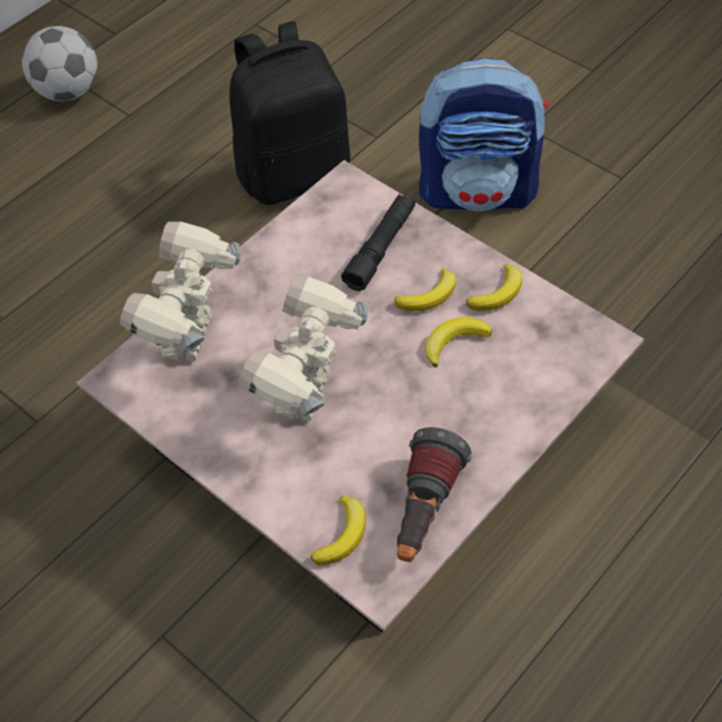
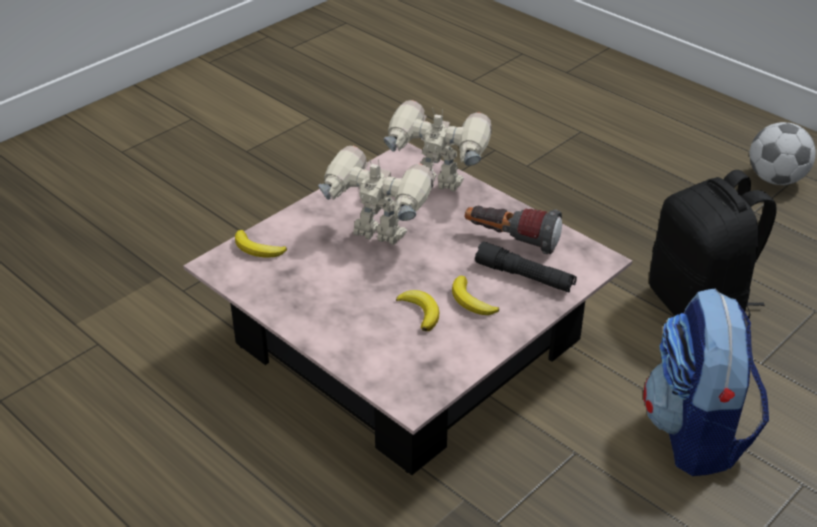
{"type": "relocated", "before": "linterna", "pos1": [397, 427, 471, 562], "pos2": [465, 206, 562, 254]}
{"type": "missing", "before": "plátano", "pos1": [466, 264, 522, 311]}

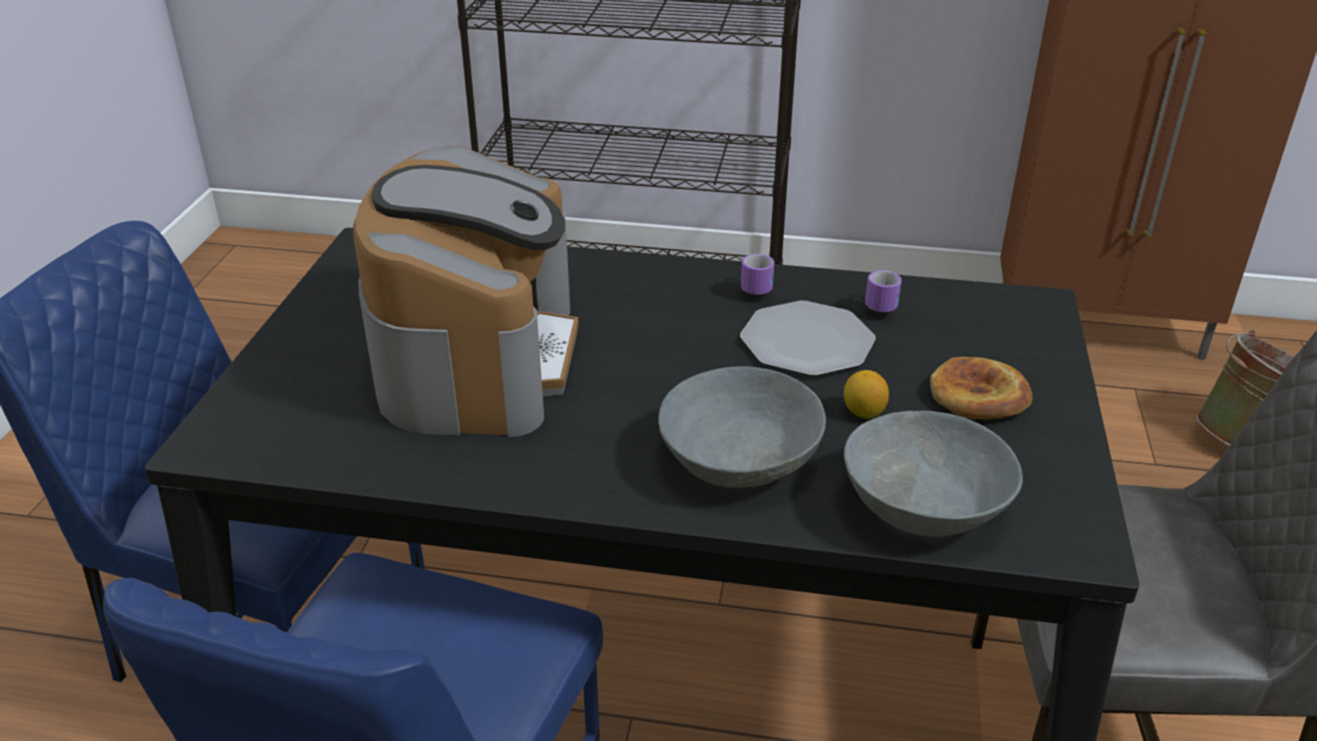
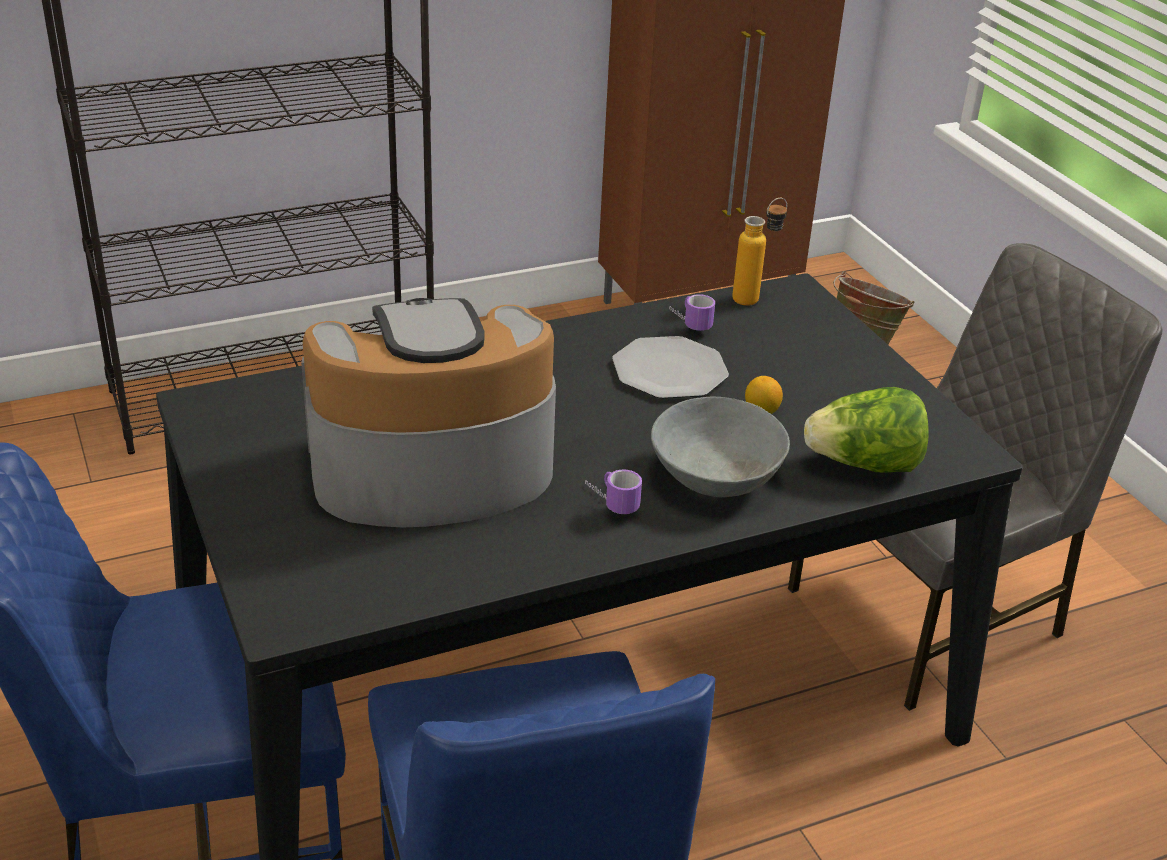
{"type": "spun", "before": "cafetera", "pos1": [353, 146, 579, 437], "pos2": [301, 298, 556, 528], "turn": -75}
{"type": "relocated", "before": "taza grande", "pos1": [741, 254, 774, 295], "pos2": [585, 470, 642, 514]}
{"type": "appeared", "after": "botella", "pos2": [732, 198, 787, 306]}
{"type": "exchanged", "before": "cuenco (gris)", "after": "lechuga", "pos1": [844, 411, 1023, 537], "pos2": [804, 387, 928, 473]}
{"type": "missing", "before": "pan", "pos1": [930, 357, 1033, 419]}

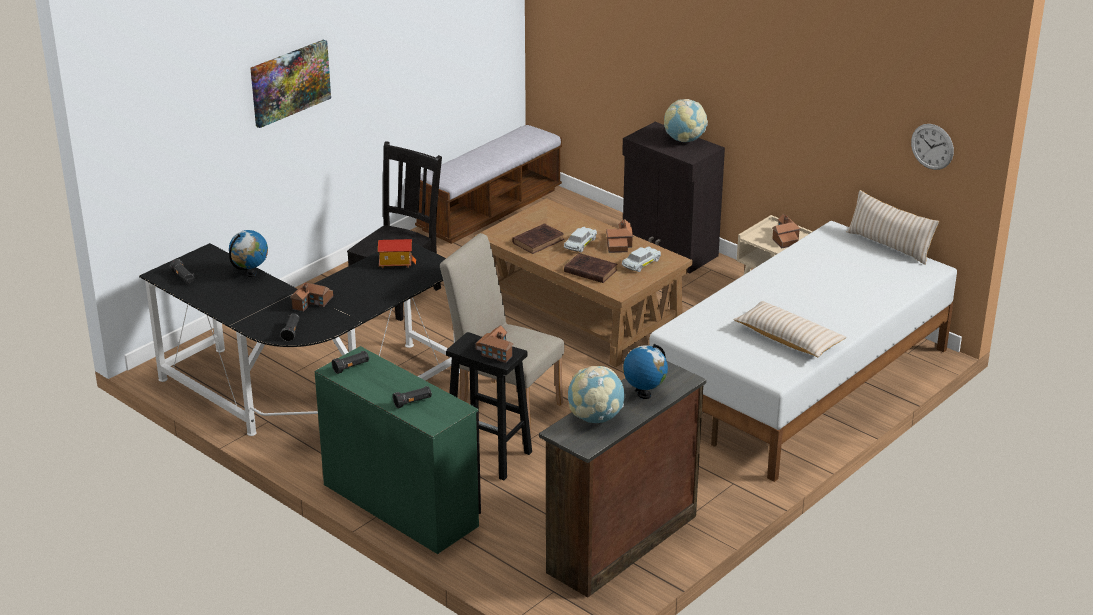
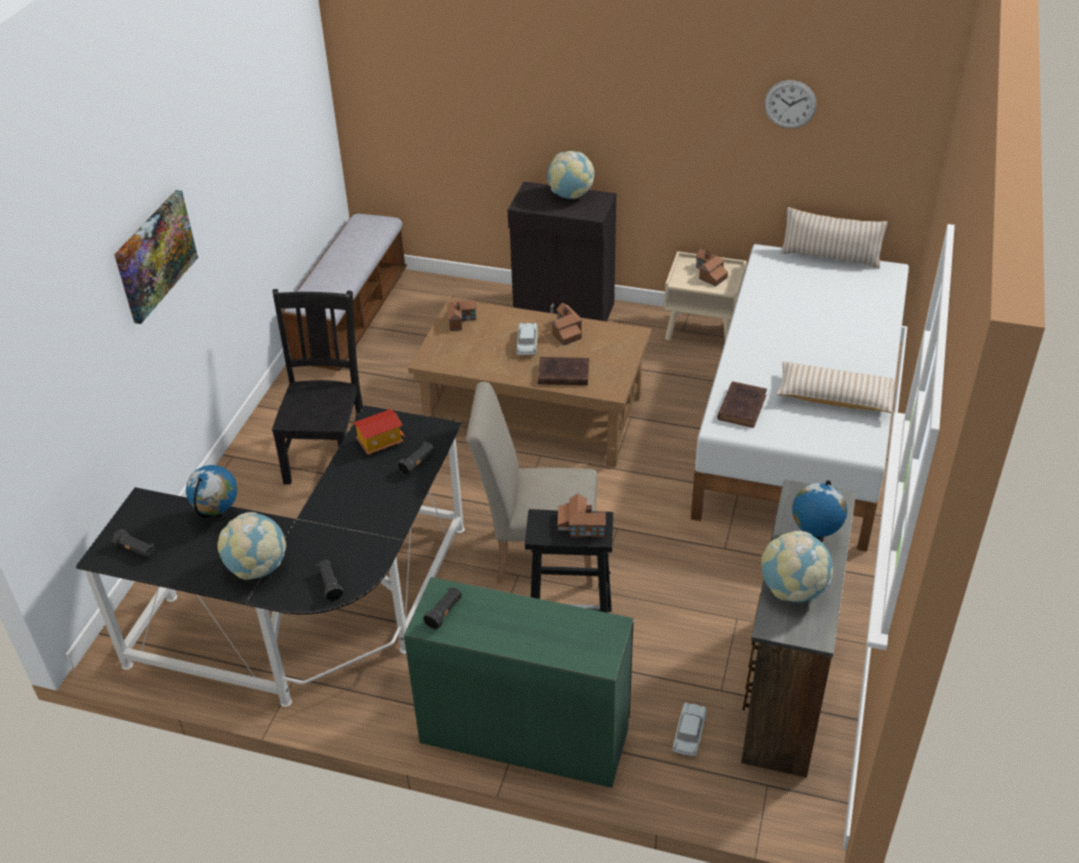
{"type": "appeared", "after": "globo terráqueo", "pos2": [217, 512, 286, 580]}
{"type": "relocated", "before": "linterna (negro)", "pos1": [393, 386, 432, 408], "pos2": [397, 442, 434, 476]}
{"type": "relocated", "before": "casita", "pos1": [290, 283, 333, 312], "pos2": [447, 300, 476, 331]}
{"type": "relocated", "before": "coche de juguete (blanco)", "pos1": [622, 246, 661, 272], "pos2": [673, 702, 706, 757]}
{"type": "relocated", "before": "libro (marrón)", "pos1": [512, 223, 564, 254], "pos2": [717, 381, 767, 428]}
{"type": "relocated", "before": "reloj de pared", "pos1": [911, 124, 954, 170], "pos2": [764, 80, 817, 128]}

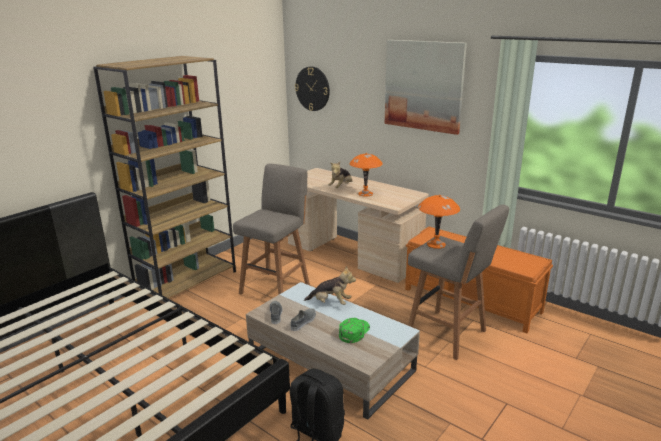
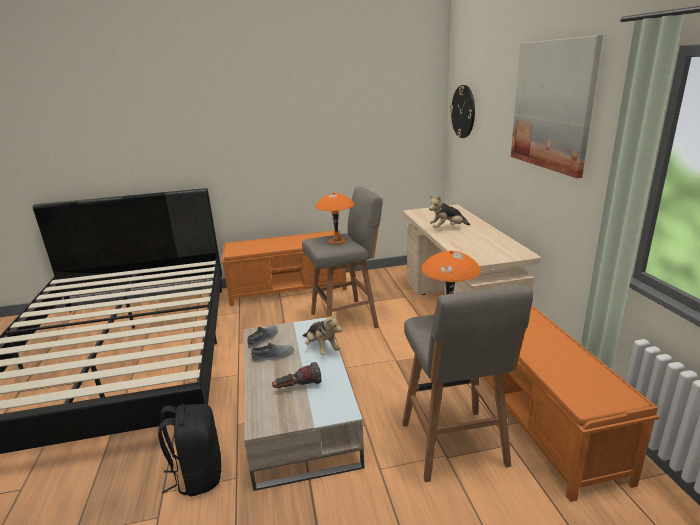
{"type": "exchanged", "before": "estantería (marrón)", "after": "banco (naranja)", "pos1": [93, 56, 236, 298], "pos2": [221, 230, 347, 306]}
{"type": "exchanged", "before": "gorra (verde)", "after": "linterna", "pos1": [339, 318, 370, 343], "pos2": [272, 362, 321, 388]}
{"type": "relocated", "before": "lámpara de mesa (naranja)", "pos1": [350, 153, 383, 197], "pos2": [315, 192, 354, 244]}

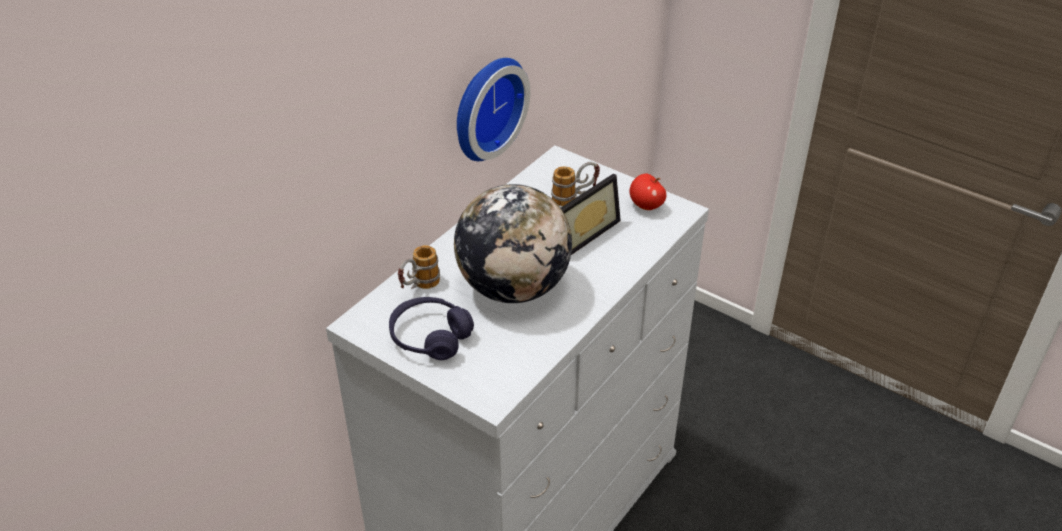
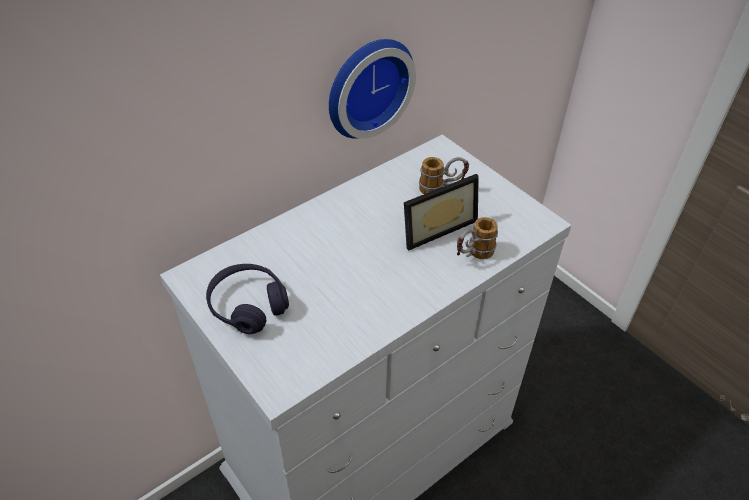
{"type": "relocated", "before": "taza grande", "pos1": [398, 245, 440, 289], "pos2": [457, 217, 498, 259]}
{"type": "missing", "before": "globo terráqueo", "pos1": [454, 184, 572, 303]}
{"type": "missing", "before": "manzana", "pos1": [630, 173, 667, 210]}

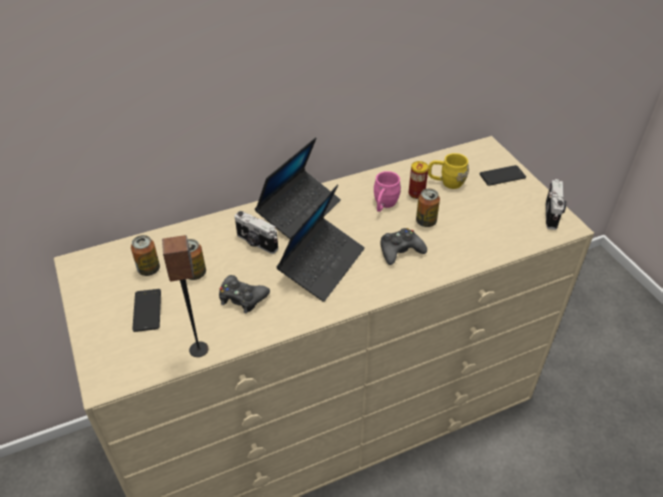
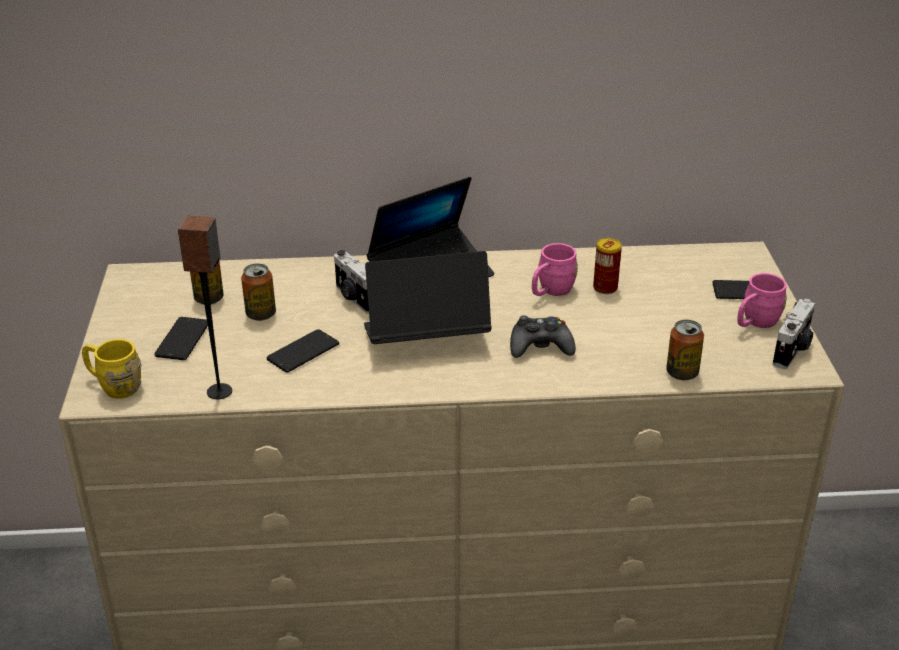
{"type": "relocated", "before": "taza grande (amarillo)", "pos1": [428, 153, 469, 189], "pos2": [82, 339, 141, 399]}
{"type": "exchanged", "before": "mando de consola (negro)", "after": "móvil", "pos1": [219, 275, 270, 313], "pos2": [267, 329, 339, 373]}
{"type": "spun", "before": "portátil", "pos1": [276, 184, 365, 302], "pos2": [364, 251, 491, 344], "turn": -150}
{"type": "relocated", "before": "lata", "pos1": [416, 189, 440, 227], "pos2": [666, 320, 704, 380]}
{"type": "appeared", "after": "taza grande (rosa)", "pos2": [737, 273, 787, 328]}

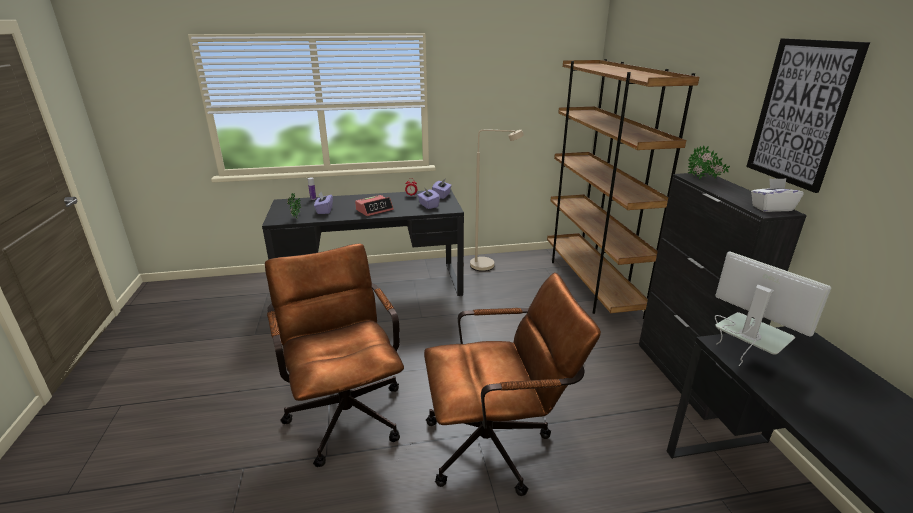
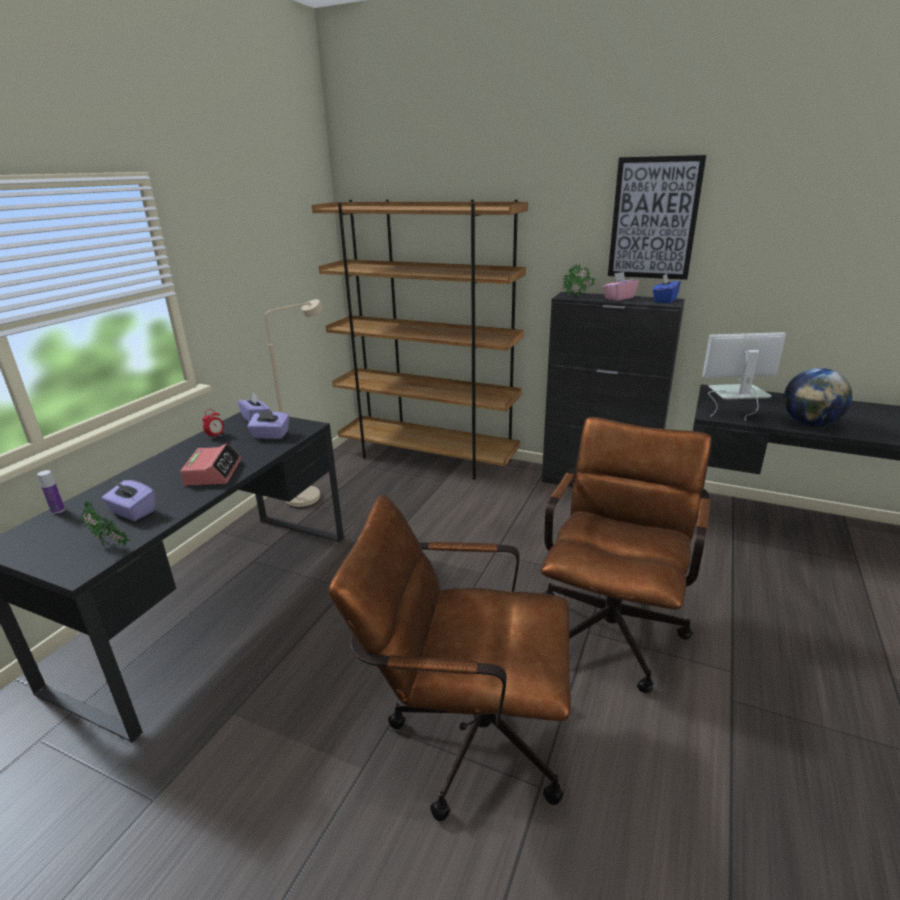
{"type": "appeared", "after": "caja de pañuelos (rosa)", "pos2": [603, 272, 639, 301]}
{"type": "colour", "before": "caja de pañuelos (blanco)", "after": "caja de pañuelos (azul)", "pos1": [751, 178, 804, 212], "pos2": [653, 274, 681, 304]}
{"type": "appeared", "after": "globo terráqueo", "pos2": [784, 368, 853, 427]}

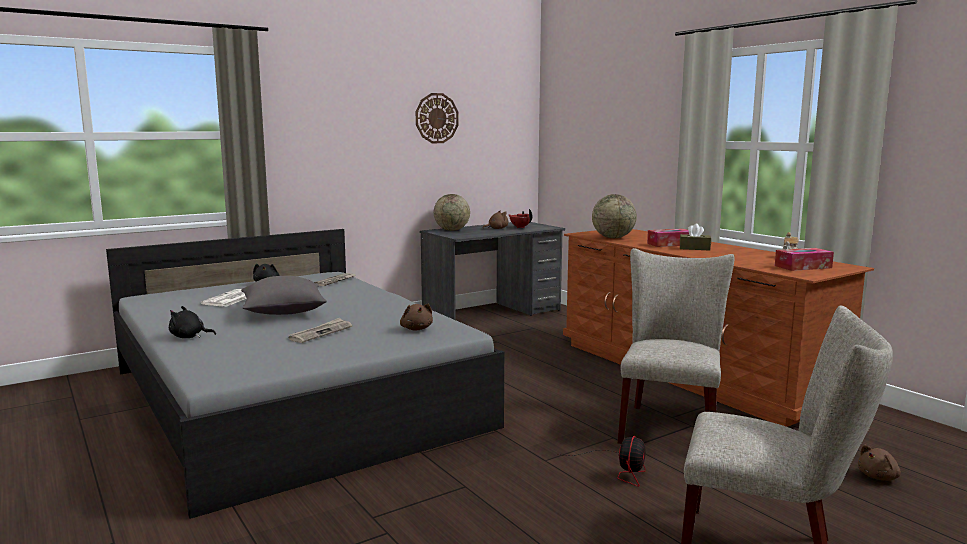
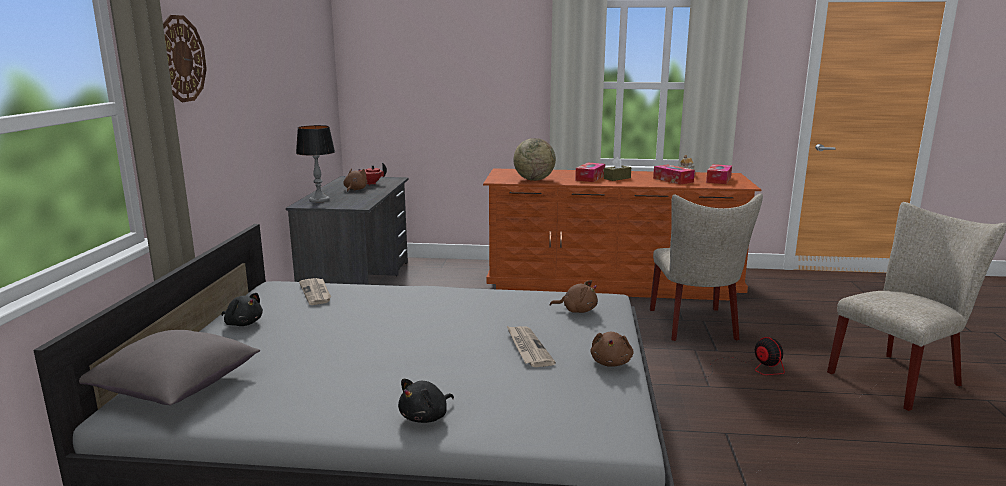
{"type": "relocated", "before": "cojín (gris)", "pos1": [241, 276, 327, 315], "pos2": [79, 330, 260, 405]}
{"type": "relocated", "before": "reloj de pared", "pos1": [416, 93, 458, 143], "pos2": [163, 15, 207, 102]}
{"type": "exchanged", "before": "globo terráqueo", "after": "lámpara de mesa", "pos1": [434, 194, 470, 231], "pos2": [296, 125, 335, 203]}
{"type": "relocated", "before": "peluche (marrón)", "pos1": [858, 445, 901, 481], "pos2": [591, 332, 633, 367]}
{"type": "spun", "before": "silla (beis)", "pos1": [618, 248, 734, 444], "pos2": [650, 194, 763, 341], "turn": -150}
{"type": "appeared", "after": "caja de pañuelos", "pos2": [653, 164, 695, 185]}
{"type": "missing", "before": "periódico", "pos1": [200, 289, 247, 307]}

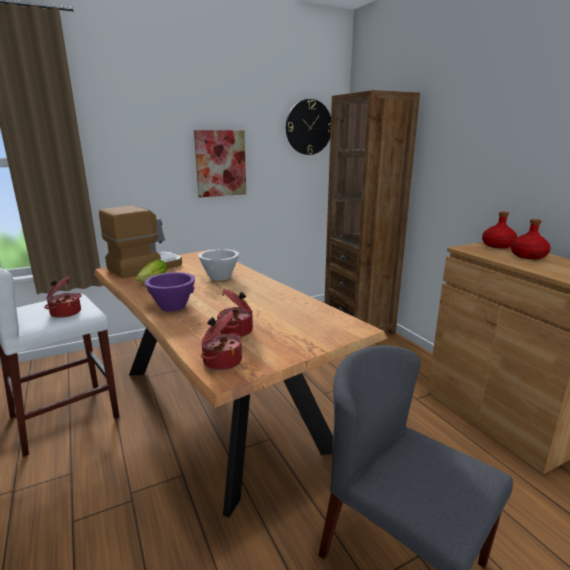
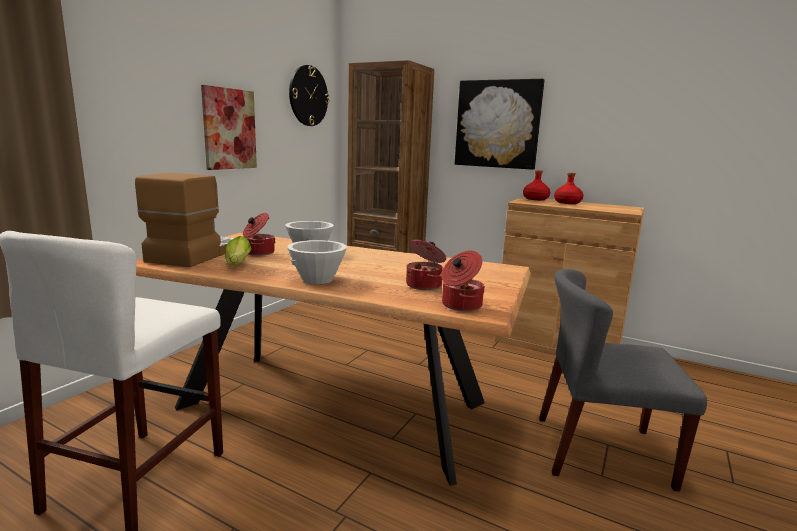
{"type": "relocated", "before": "olla", "pos1": [44, 276, 82, 318], "pos2": [243, 213, 276, 256]}
{"type": "colour", "before": "cuenco (morado)", "after": "cuenco (blanco)", "pos1": [144, 272, 195, 312], "pos2": [287, 240, 347, 284]}
{"type": "appeared", "after": "cuadro", "pos2": [455, 79, 545, 170]}

